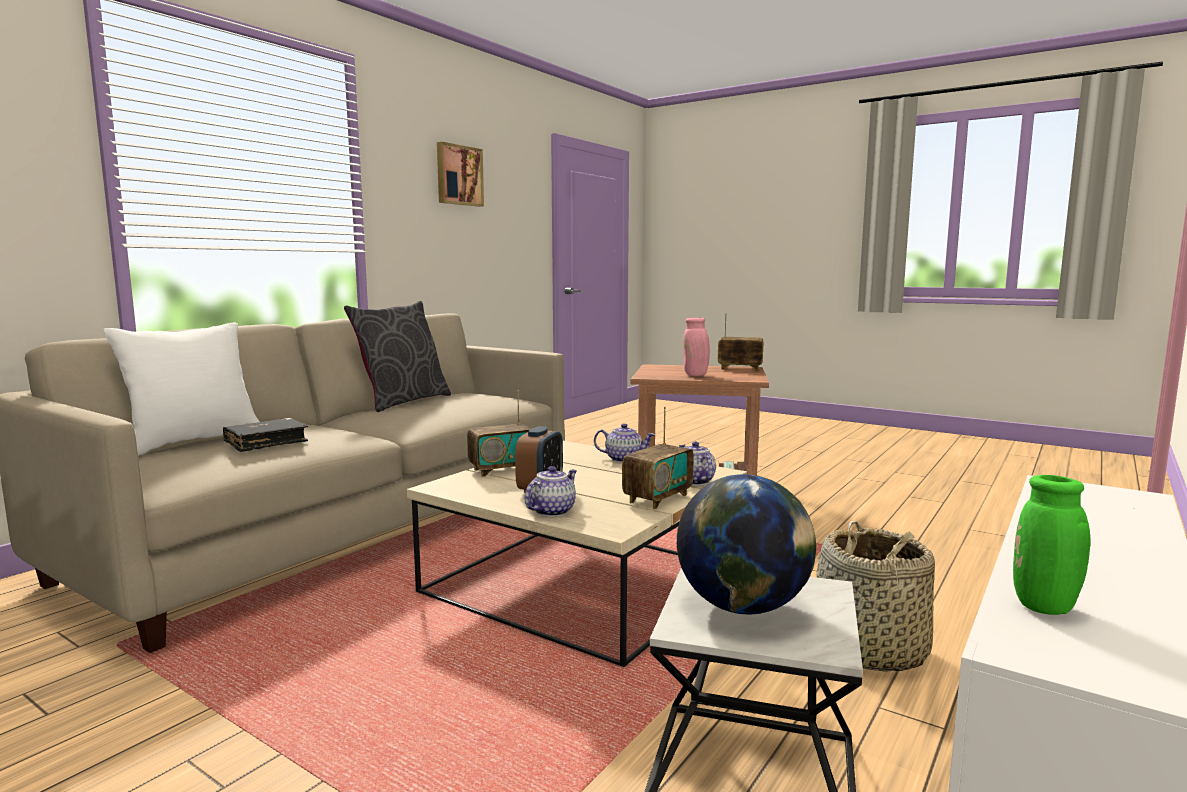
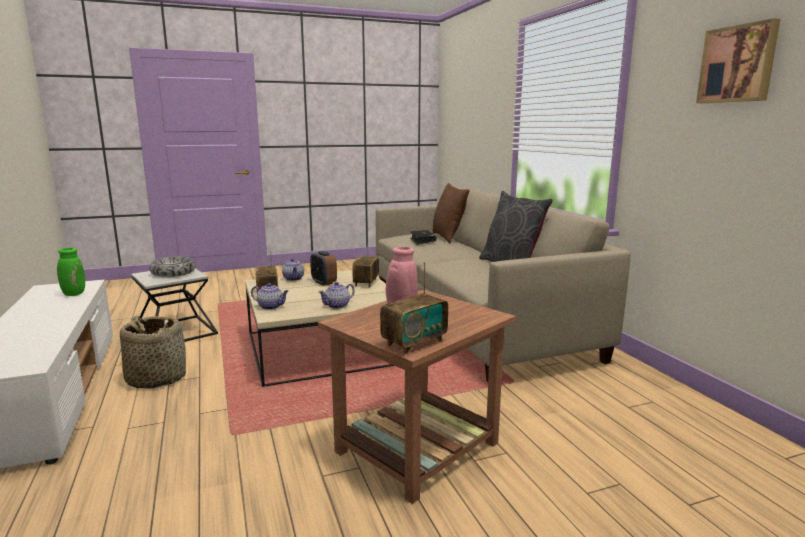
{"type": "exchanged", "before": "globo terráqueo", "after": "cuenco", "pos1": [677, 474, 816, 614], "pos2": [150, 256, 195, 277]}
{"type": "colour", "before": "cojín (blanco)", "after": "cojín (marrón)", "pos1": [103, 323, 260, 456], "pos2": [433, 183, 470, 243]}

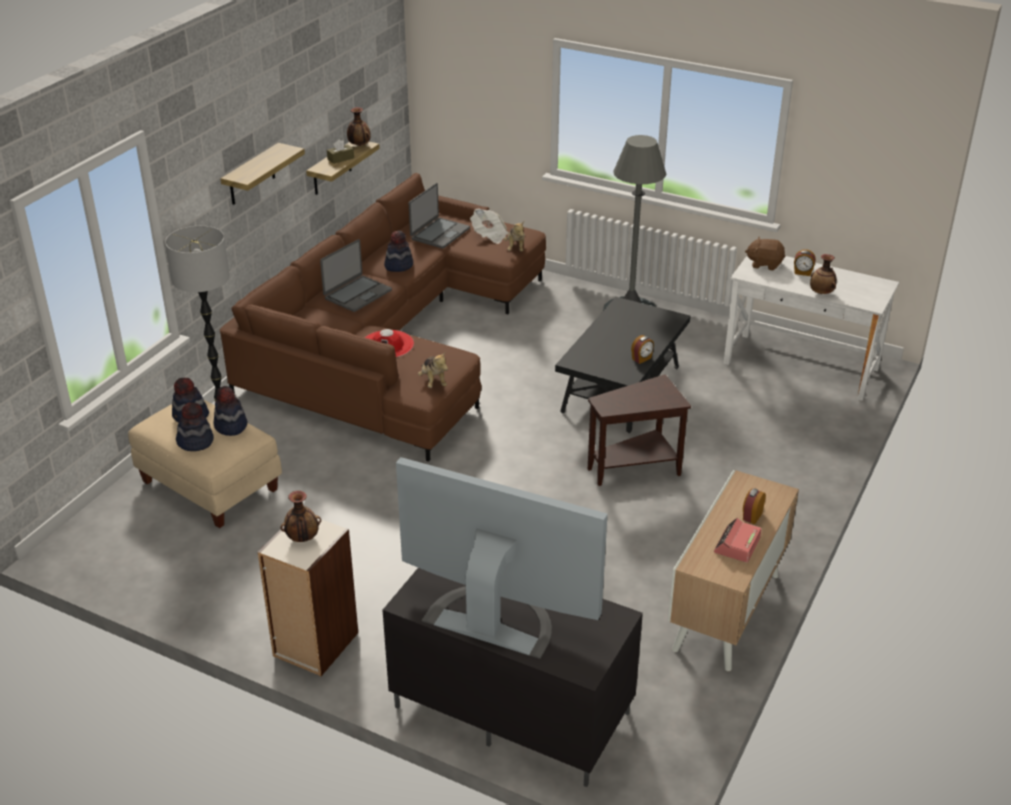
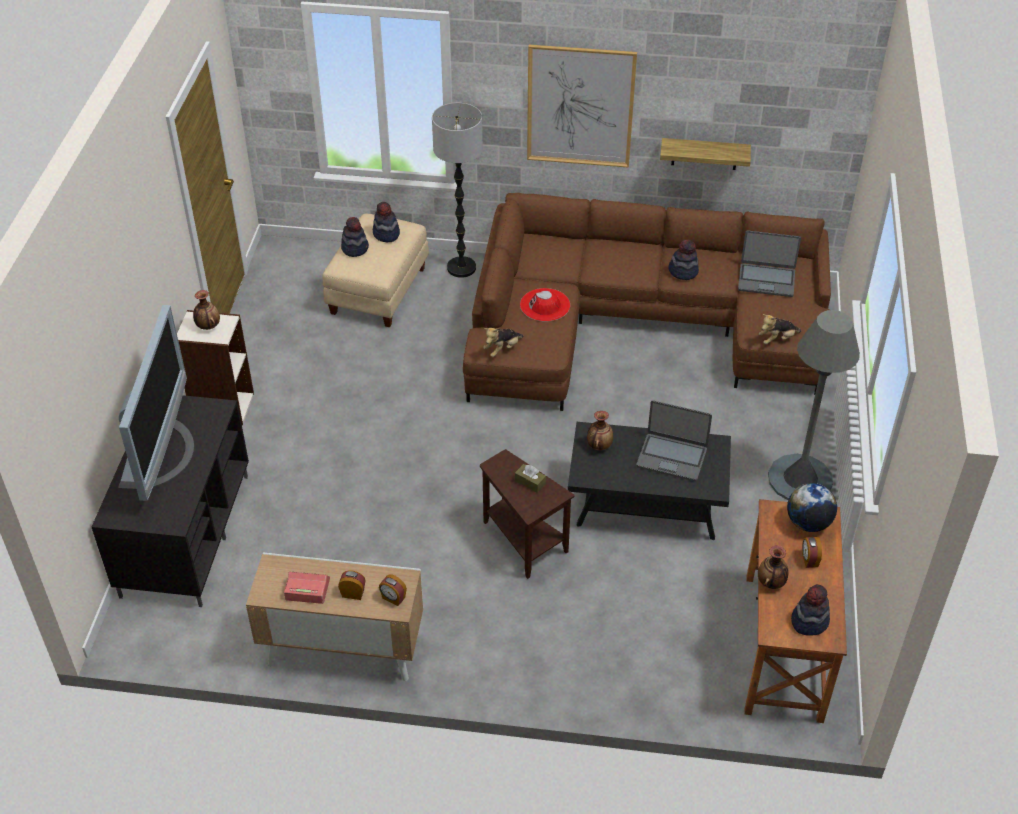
{"type": "relocated", "before": "despertador", "pos1": [631, 335, 654, 364], "pos2": [379, 574, 407, 606]}
{"type": "relocated", "before": "caja de pañuelos (marrón)", "pos1": [327, 139, 354, 164], "pos2": [515, 464, 546, 493]}
{"type": "exchanged", "before": "estante", "after": "cuadro", "pos1": [220, 143, 305, 205], "pos2": [527, 45, 637, 168]}
{"type": "relocated", "before": "florero", "pos1": [347, 107, 371, 146], "pos2": [587, 411, 613, 450]}
{"type": "relocated", "before": "portátil", "pos1": [320, 239, 392, 312], "pos2": [636, 400, 712, 481]}
{"type": "colour", "before": "escritorio (blanco)", "after": "escritorio (marrón)", "pos1": [723, 256, 899, 401], "pos2": [744, 499, 847, 723]}
{"type": "exchanged", "before": "peluche (marrón)", "after": "globo terráqueo", "pos1": [745, 236, 785, 270], "pos2": [787, 483, 837, 532]}
{"type": "relocated", "before": "sombrero", "pos1": [213, 386, 247, 436], "pos2": [791, 584, 830, 636]}
{"type": "missing", "before": "periódico", "pos1": [470, 208, 509, 244]}

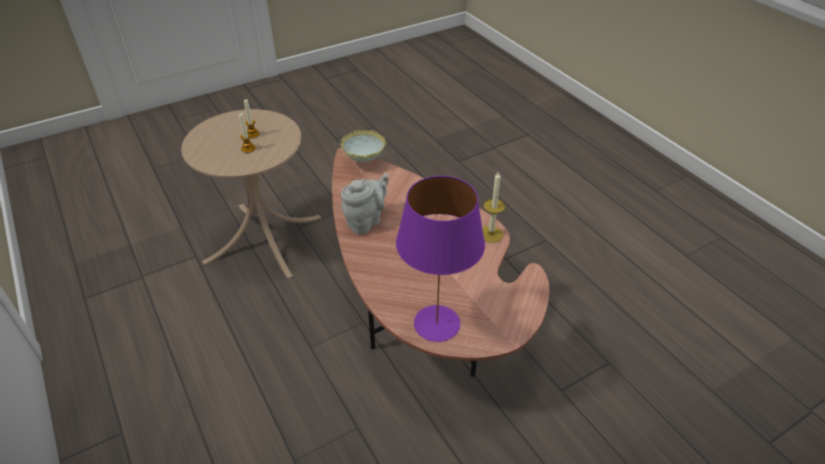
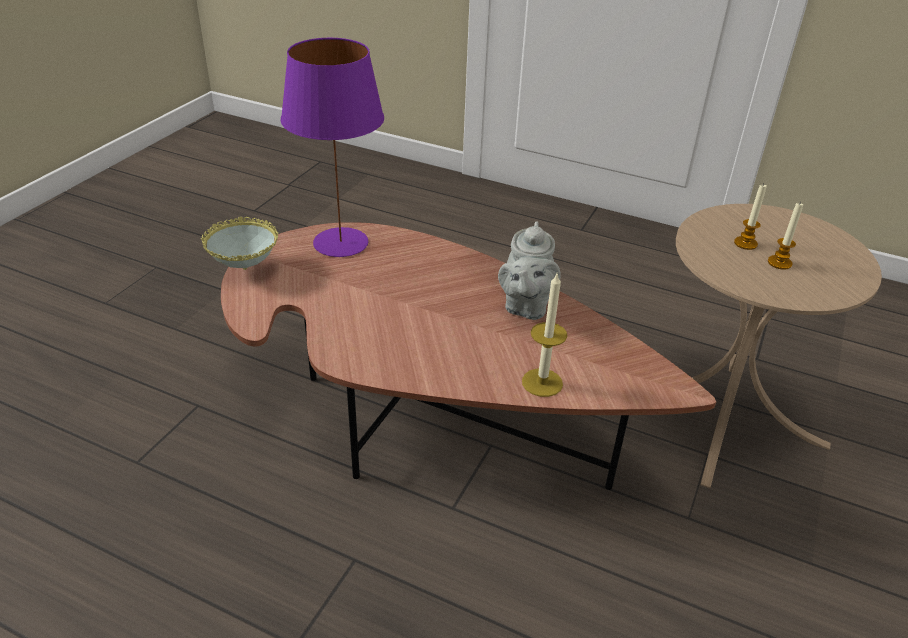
{"type": "relocated", "before": "cuenco", "pos1": [340, 130, 386, 162], "pos2": [201, 216, 278, 270]}
{"type": "relocated", "before": "vela", "pos1": [482, 171, 505, 243], "pos2": [522, 274, 567, 397]}

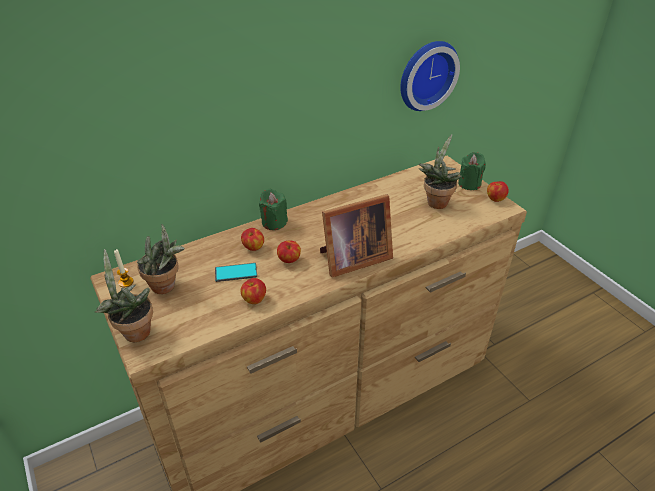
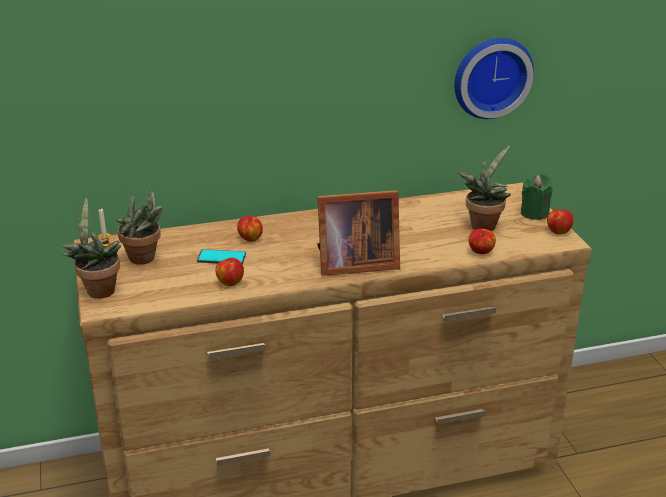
{"type": "relocated", "before": "manzana", "pos1": [277, 241, 301, 263], "pos2": [469, 229, 496, 254]}
{"type": "missing", "before": "vela (verde)", "pos1": [259, 189, 288, 230]}

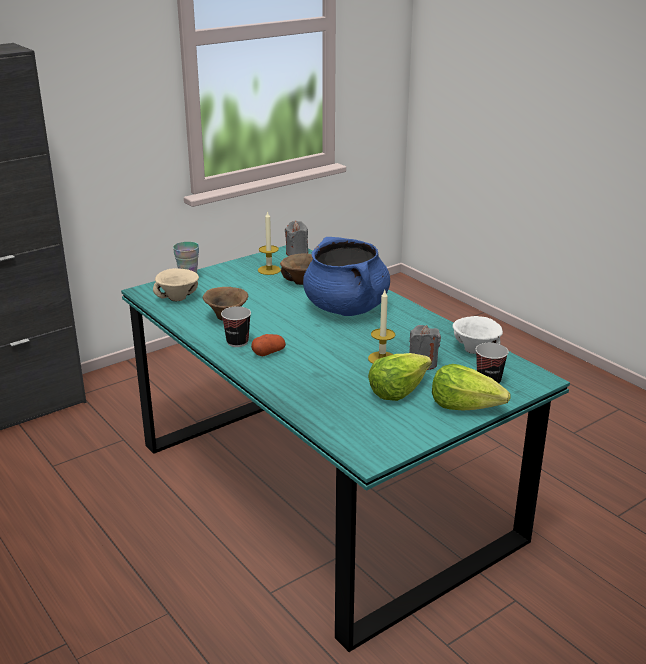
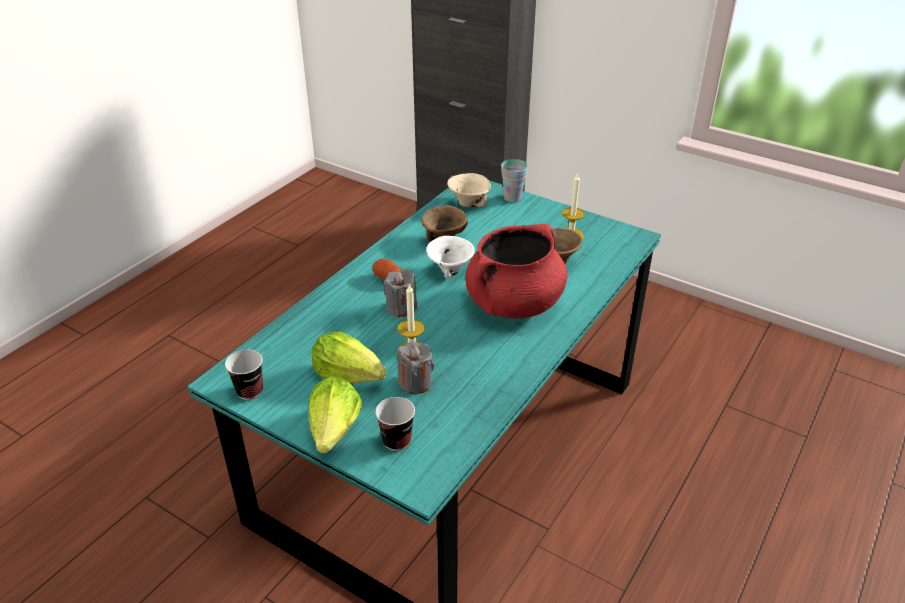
{"type": "relocated", "before": "taza", "pos1": [221, 306, 251, 347], "pos2": [225, 350, 263, 400]}
{"type": "relocated", "before": "vela (gris)", "pos1": [285, 221, 308, 256], "pos2": [383, 269, 417, 318]}
{"type": "relocated", "before": "cuenco (blanco)", "pos1": [452, 316, 503, 354], "pos2": [426, 236, 475, 279]}
{"type": "colour", "before": "olla (azul)", "after": "olla (rojo)", "pos1": [303, 237, 390, 316], "pos2": [465, 224, 567, 319]}

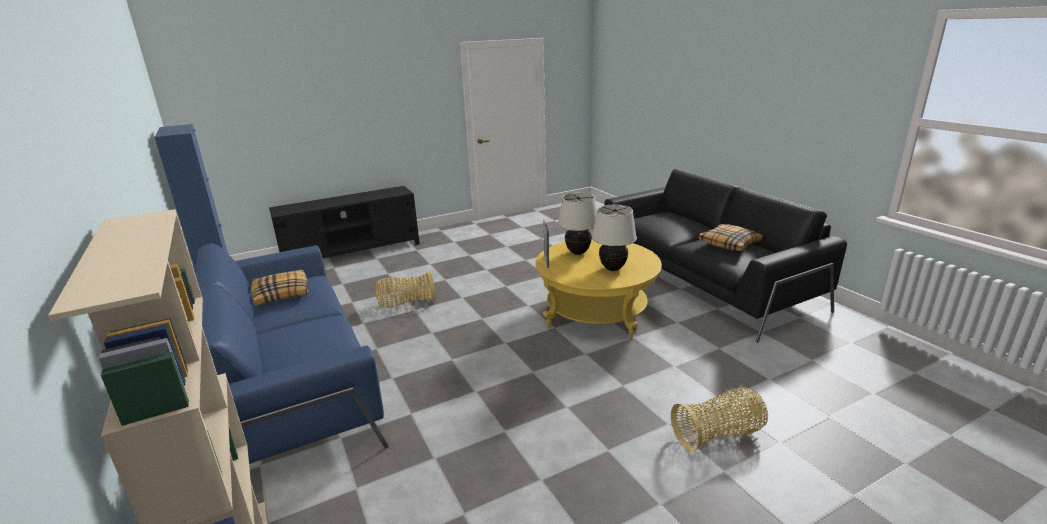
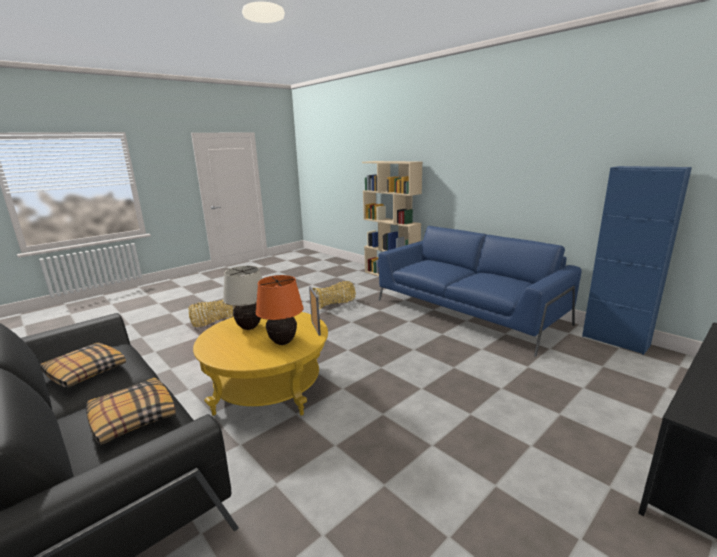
{"type": "relocated", "before": "cojín", "pos1": [251, 270, 309, 305], "pos2": [86, 378, 175, 445]}
{"type": "colour", "before": "lámpara de mesa (beis)", "after": "lámpara de mesa (naranja)", "pos1": [557, 193, 597, 255], "pos2": [255, 275, 304, 345]}
{"type": "relocated", "before": "cesta", "pos1": [375, 271, 436, 308], "pos2": [313, 281, 356, 310]}

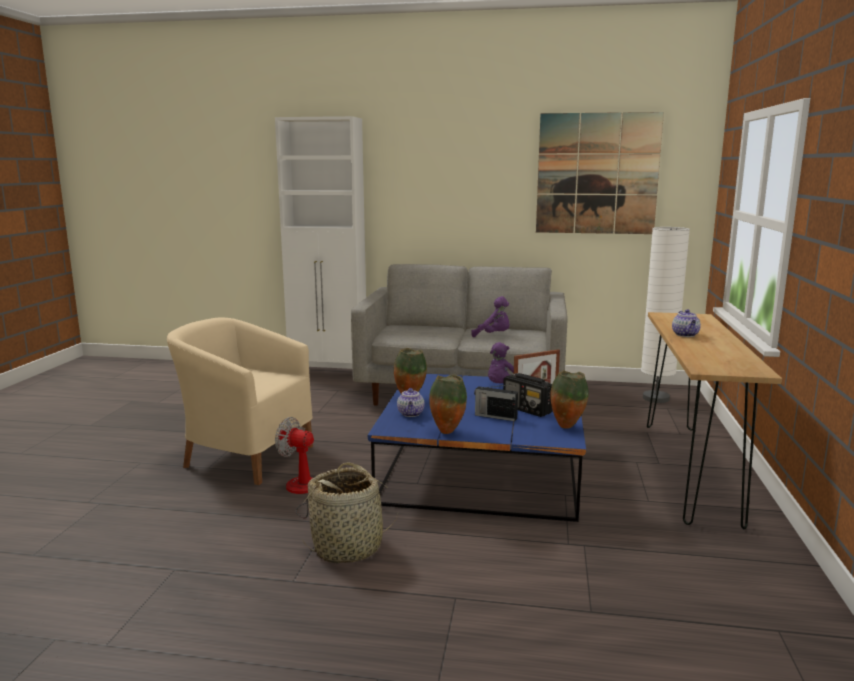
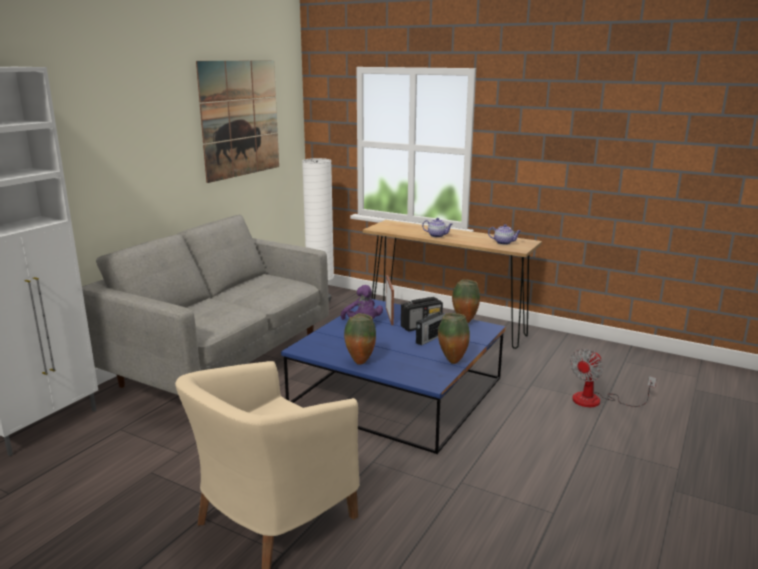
{"type": "relocated", "before": "tetera", "pos1": [397, 388, 425, 417], "pos2": [488, 224, 521, 245]}
{"type": "relocated", "before": "ventilador", "pos1": [275, 417, 314, 519], "pos2": [570, 349, 656, 407]}
{"type": "missing", "before": "cesta", "pos1": [302, 462, 399, 563]}
{"type": "missing", "before": "peluche (morado)", "pos1": [471, 296, 510, 337]}

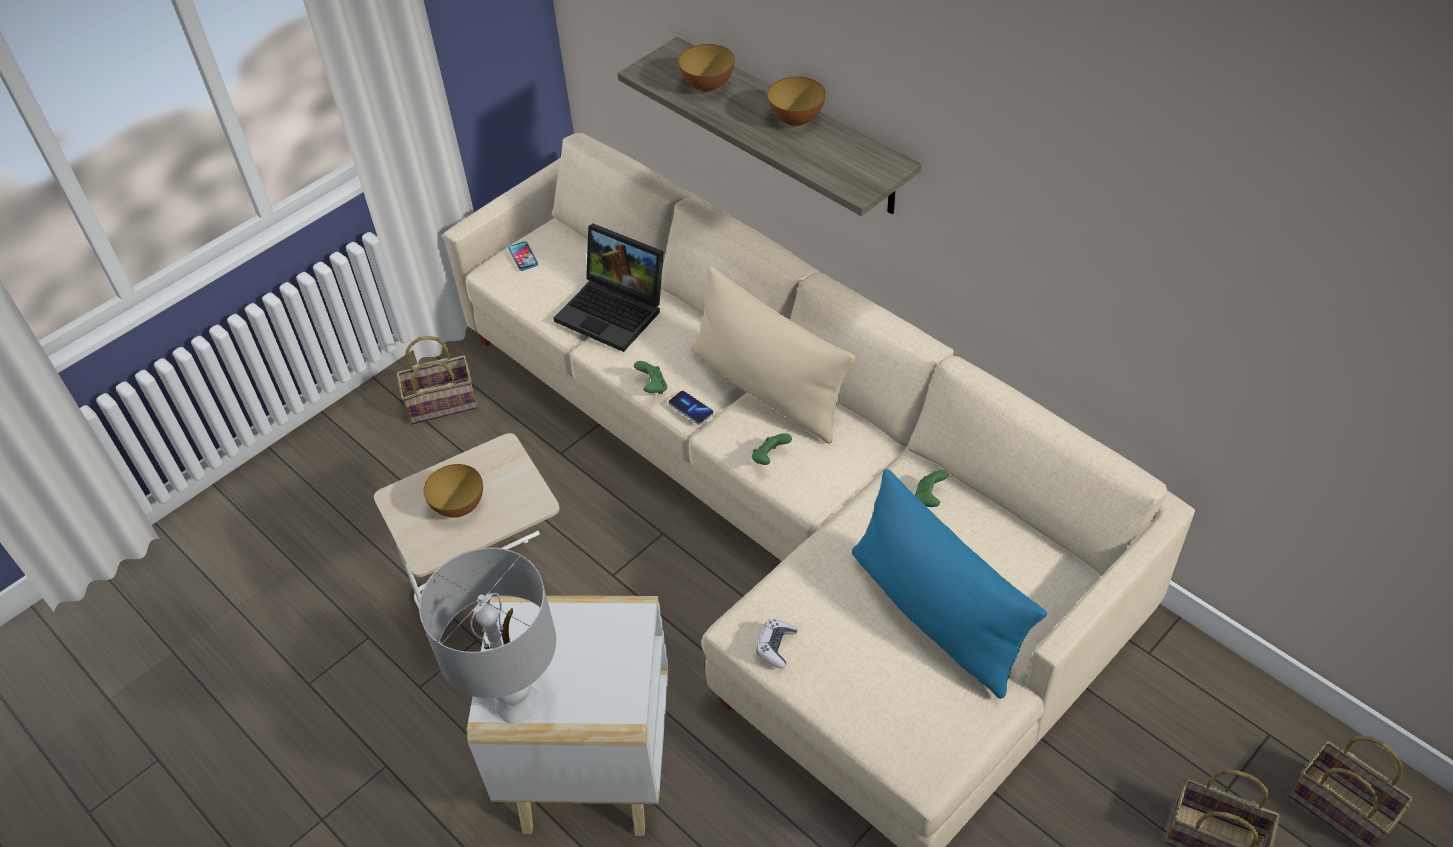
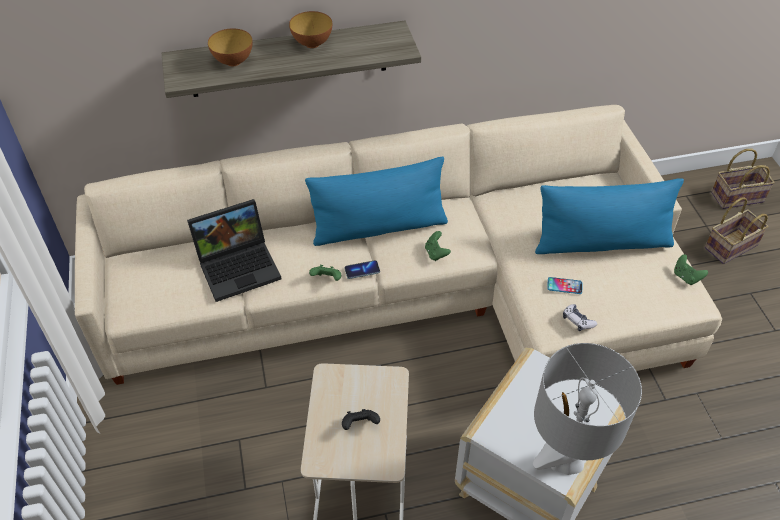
{"type": "colour", "before": "cojín (beis)", "after": "cojín (azul)", "pos1": [691, 266, 856, 444], "pos2": [305, 157, 448, 246]}
{"type": "exchanged", "before": "cuenco", "after": "mando de consola (negro)", "pos1": [424, 464, 483, 518], "pos2": [342, 409, 380, 430]}
{"type": "relocated", "before": "móvil", "pos1": [508, 241, 538, 271], "pos2": [547, 277, 582, 294]}
{"type": "relocated", "before": "mando de consola (verde)", "pos1": [915, 470, 949, 507], "pos2": [674, 254, 708, 285]}
{"type": "missing", "before": "cesta", "pos1": [396, 336, 478, 424]}

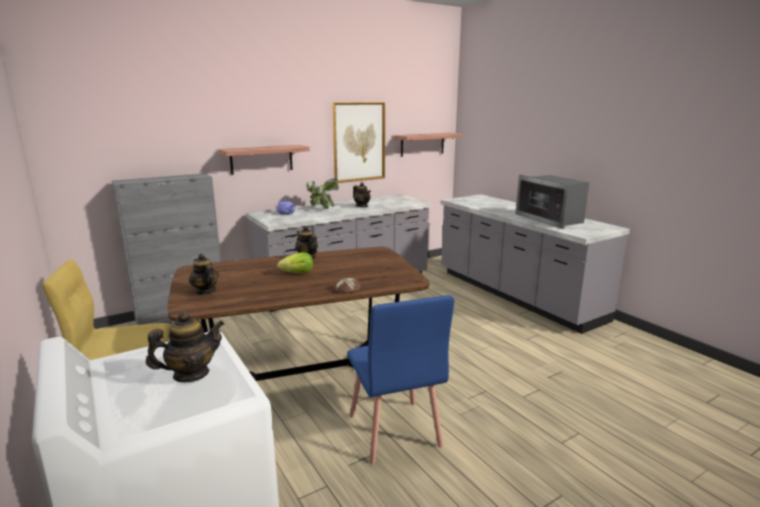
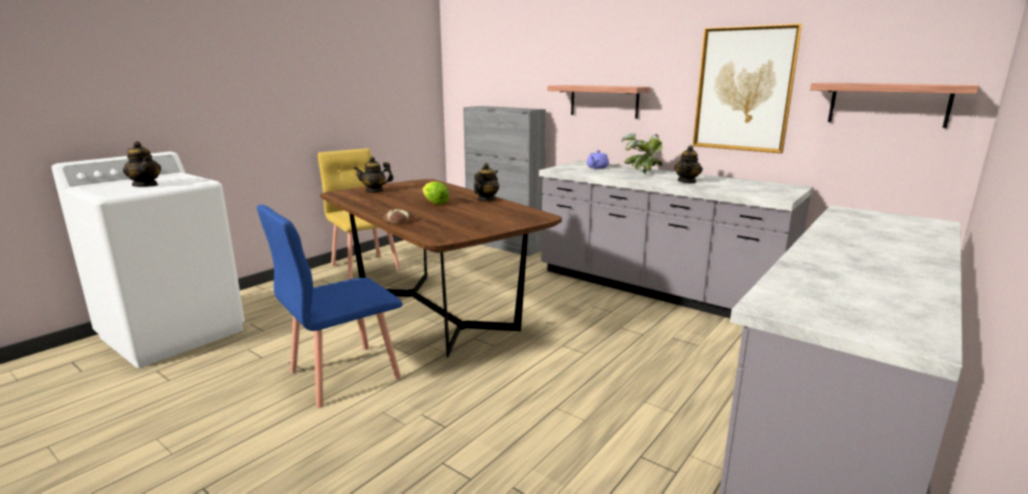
{"type": "spun", "before": "tetera", "pos1": [189, 254, 219, 295], "pos2": [354, 157, 394, 193], "turn": -135}
{"type": "missing", "before": "microondas", "pos1": [515, 175, 589, 229]}

